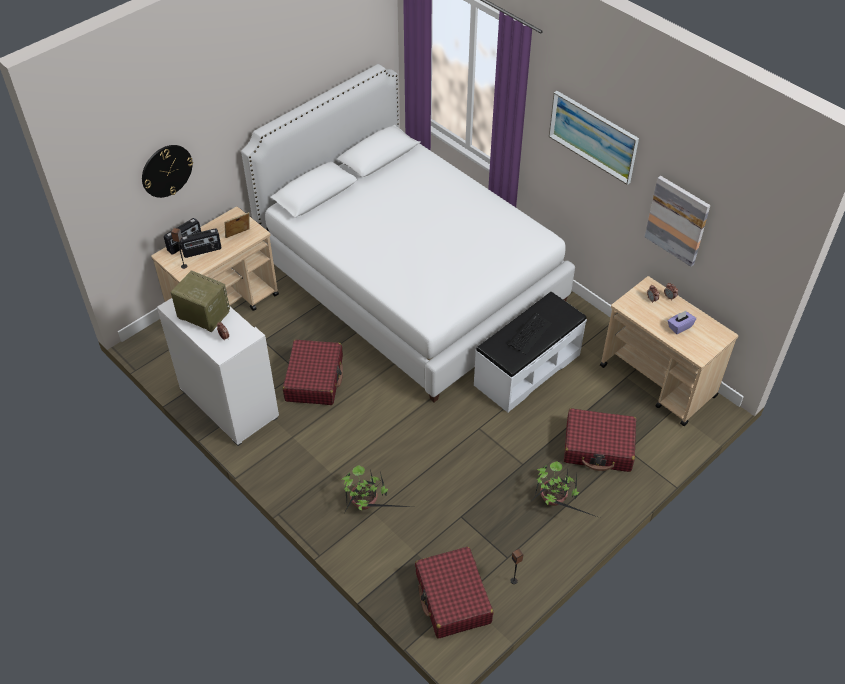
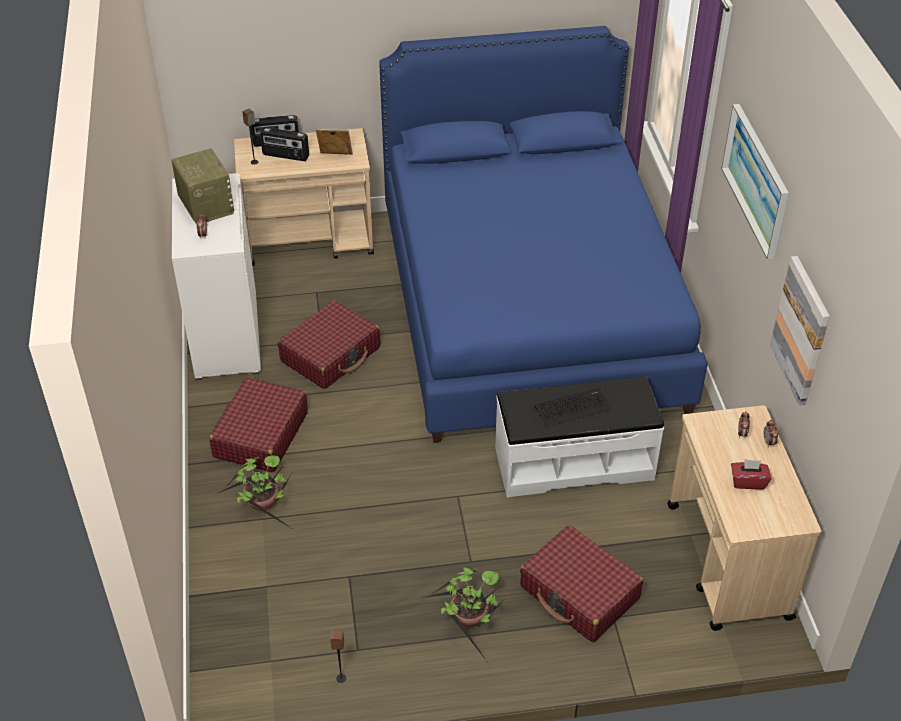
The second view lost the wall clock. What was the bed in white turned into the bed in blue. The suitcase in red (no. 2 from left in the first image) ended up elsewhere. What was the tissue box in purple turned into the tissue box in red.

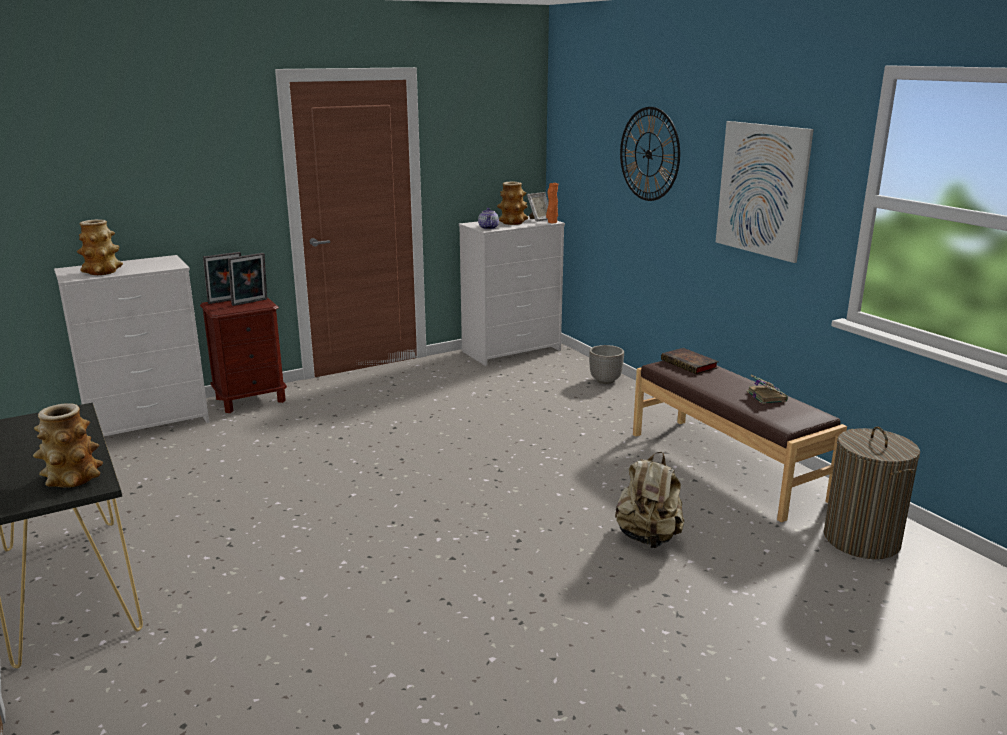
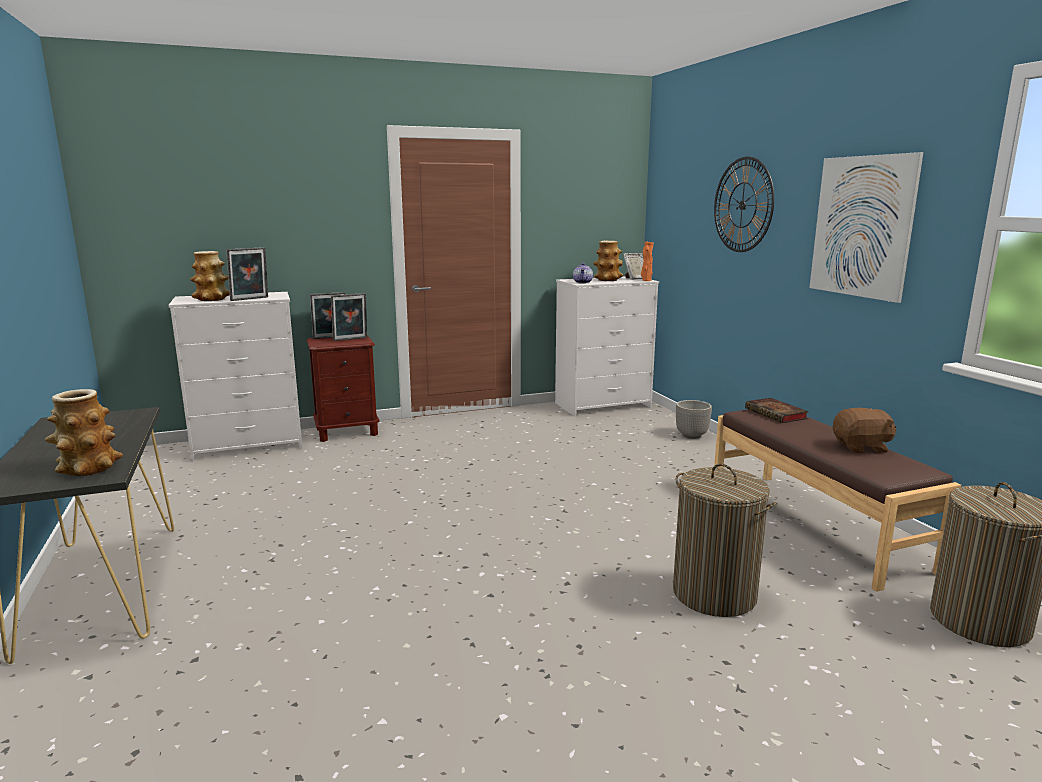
Where the backpack in beige stood, the laundry basket (no. 1 from left) came to stand. Where the book (no. 2 from left) stood, the plush toy in brown came to stand. The second view gained the picture frame (no. 1 from left).

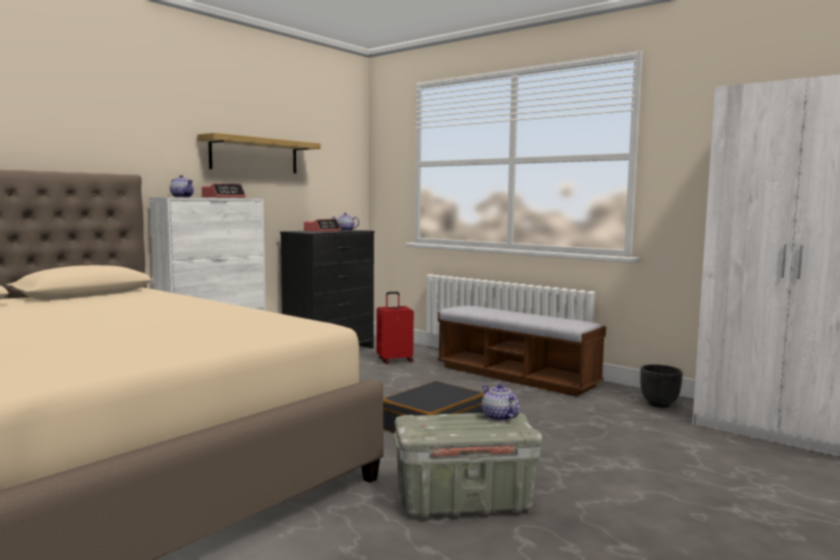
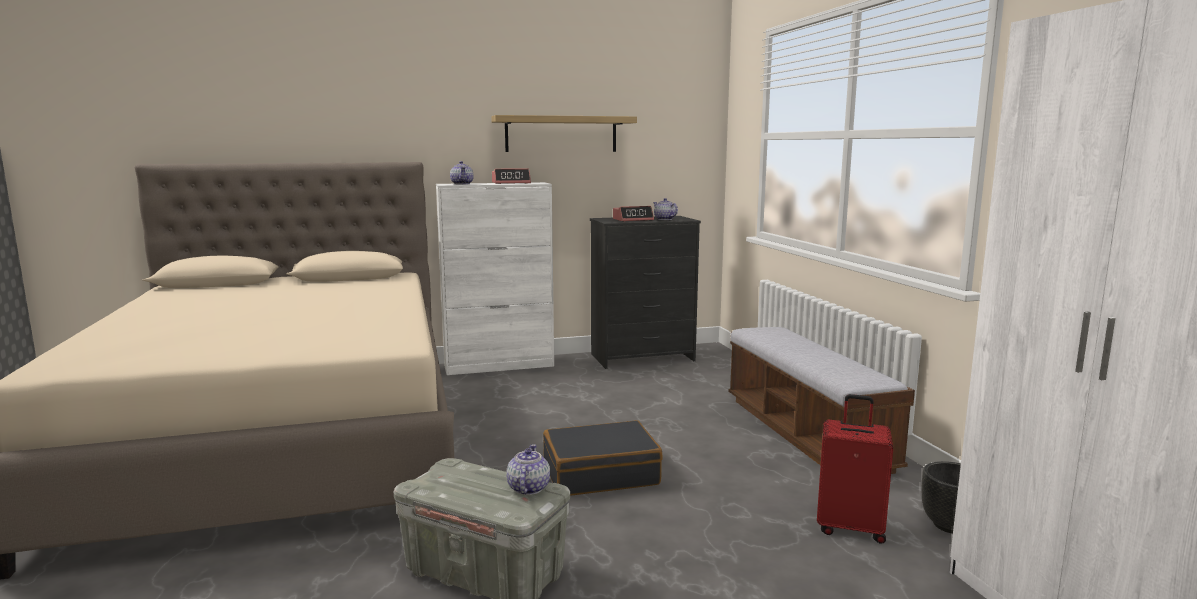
The suitcase in red ended up elsewhere.

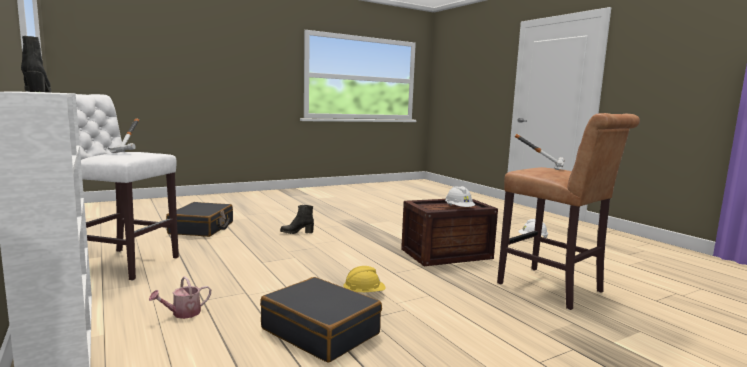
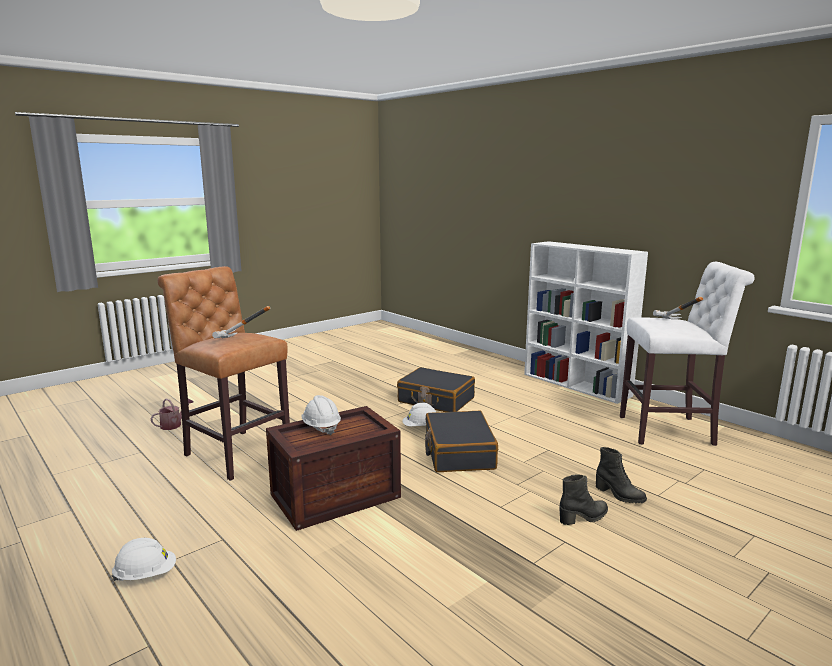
The boot in black (no. 1 from left in the first image) ended up elsewhere. The watering can ended up elsewhere. The suitcase in black (no. 1 from left in the first image) ended up elsewhere. What was the hard hat in yellow turned into the hard hat in white (no. 3 from left).

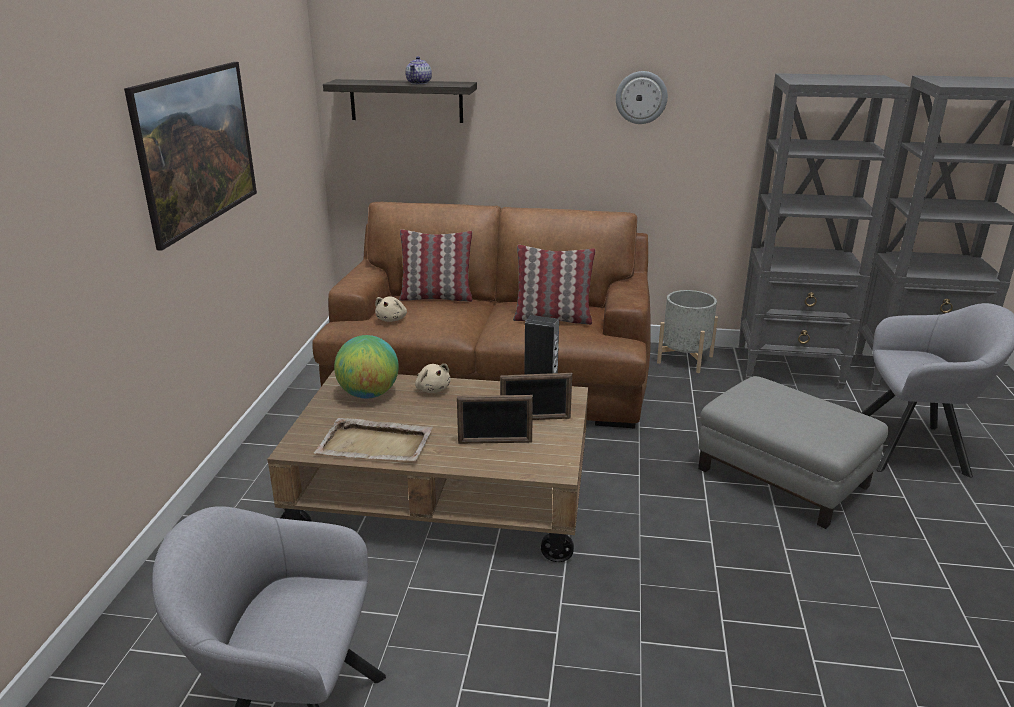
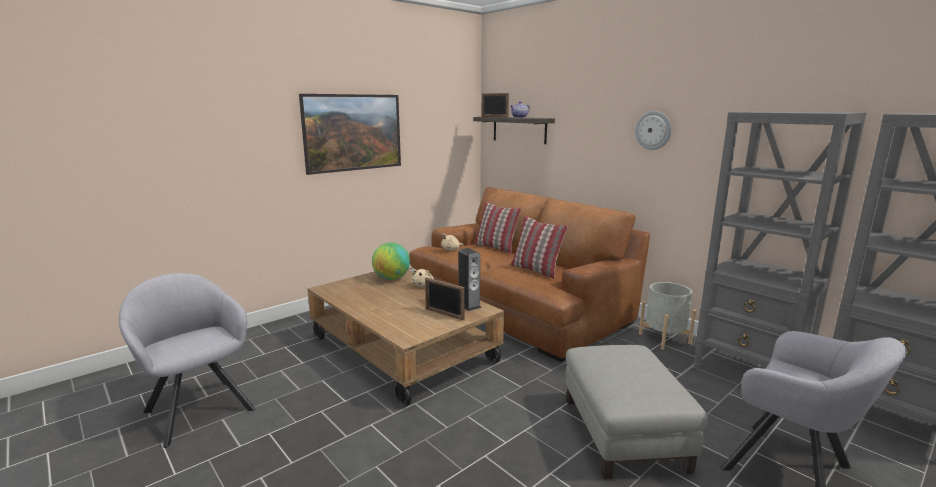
The second view lost the tray in beige. The picture frame (no. 1 from left in the first image) ended up elsewhere.

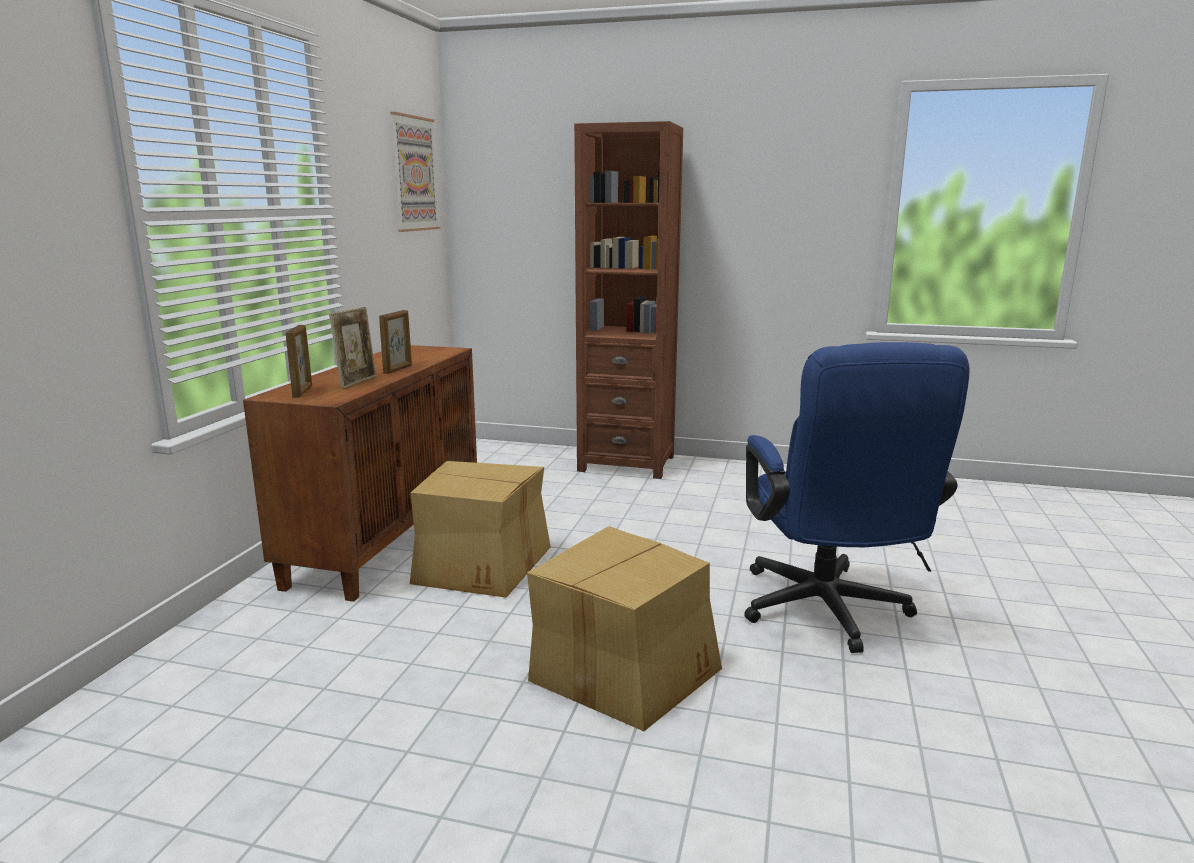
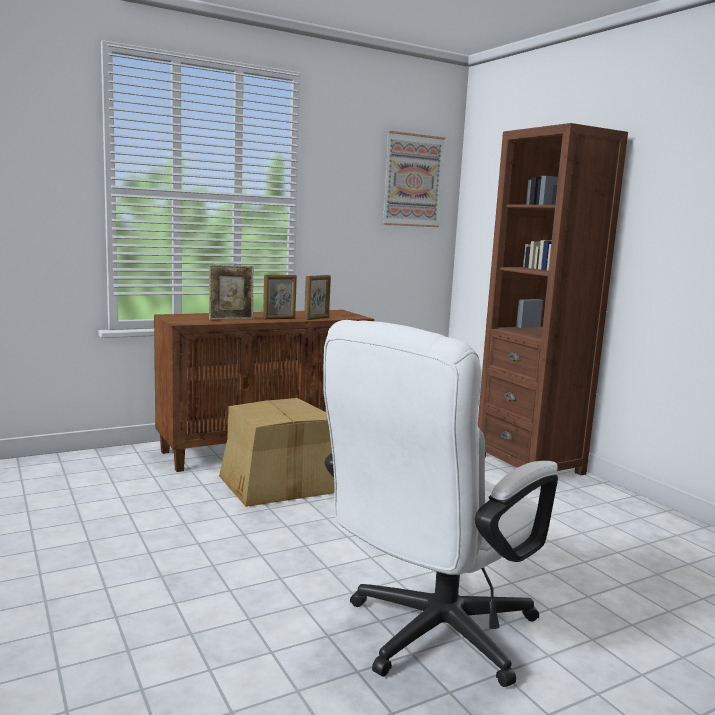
The picture frame (no. 1 from left in the first image) ended up elsewhere. The second view lost the cardboard box (no. 2 from left). What was the office chair in blue turned into the office chair in white.

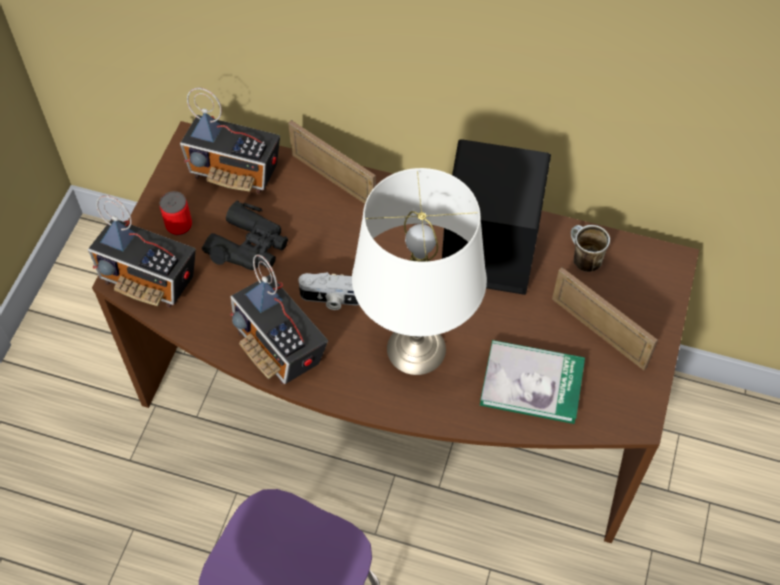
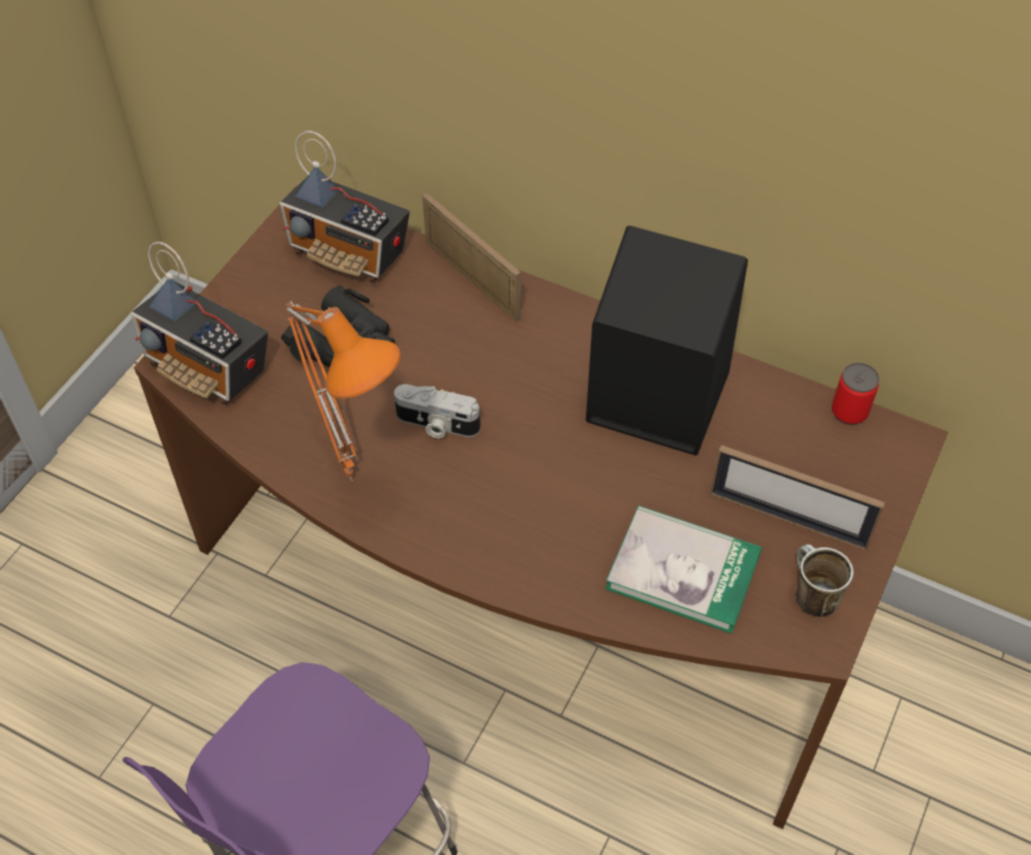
The can ended up elsewhere. Where the radio (no. 3 from left) stood, the table lamp in orange came to stand. The second view lost the table lamp in white. The picture frame (no. 2 from left) ended up facing another way, 150 degrees clockwise from before. The mug ended up elsewhere.

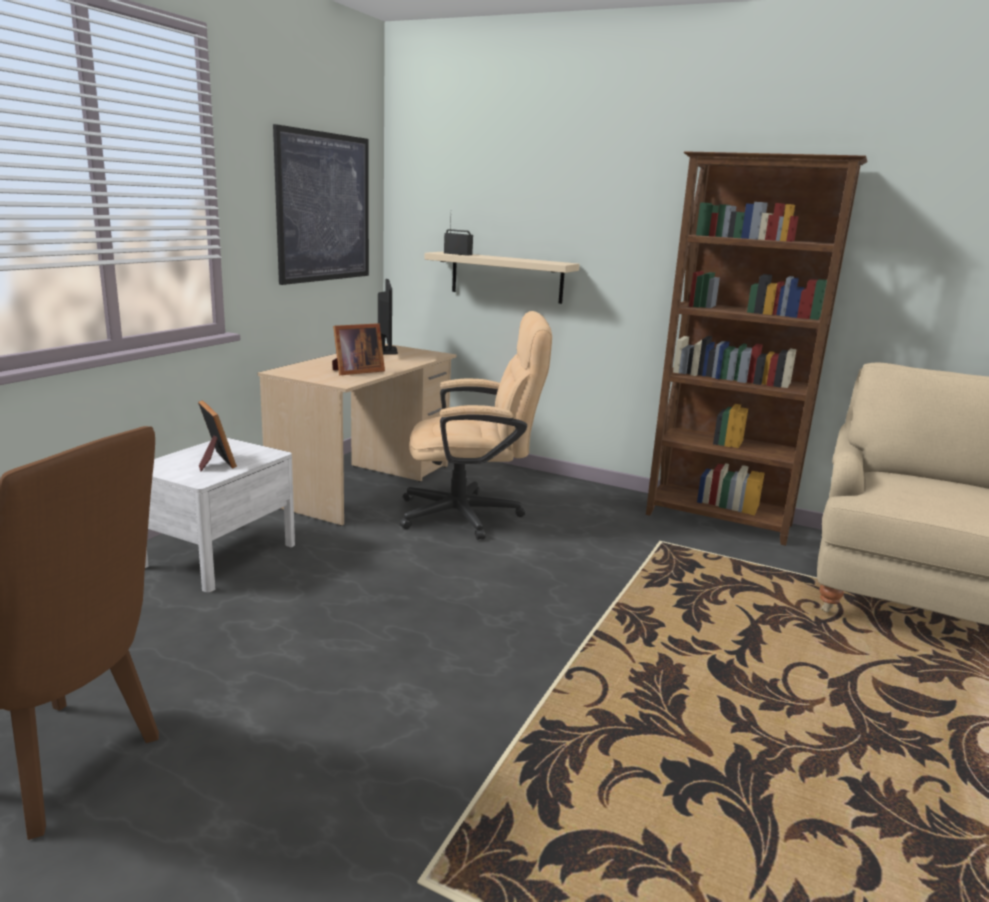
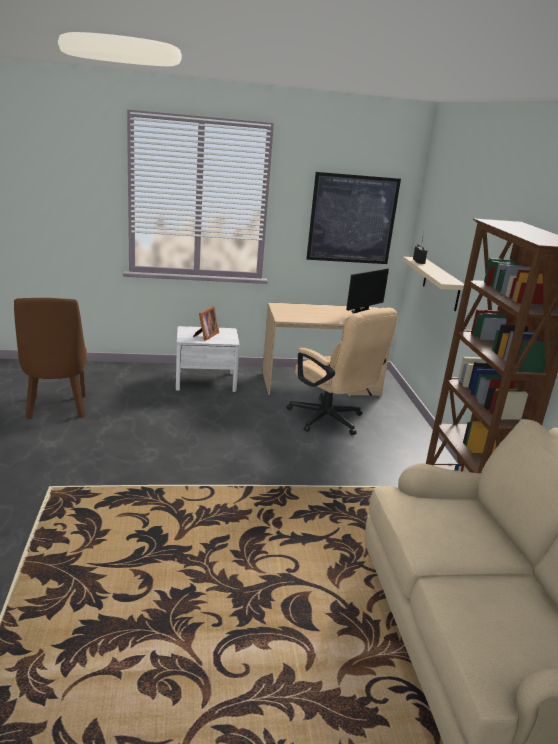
The second view lost the picture frame (no. 2 from left).

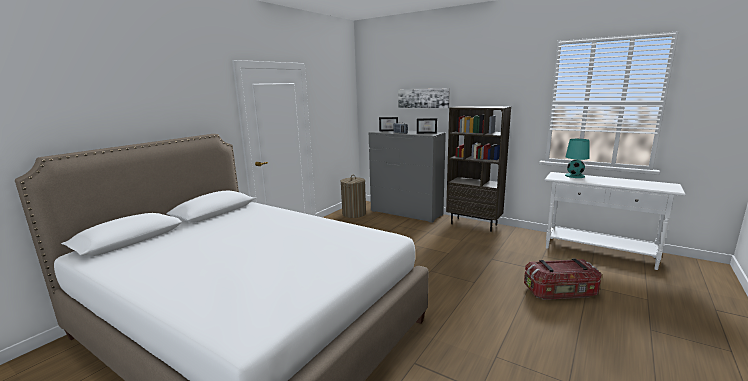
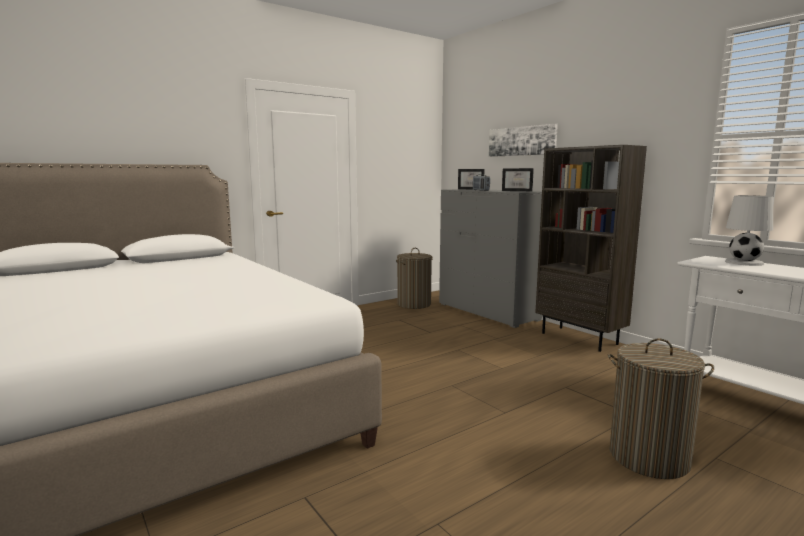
Where the storage box stood, the laundry basket (no. 2 from left) came to stand. What was the table lamp in turquoise turned into the table lamp in white.

